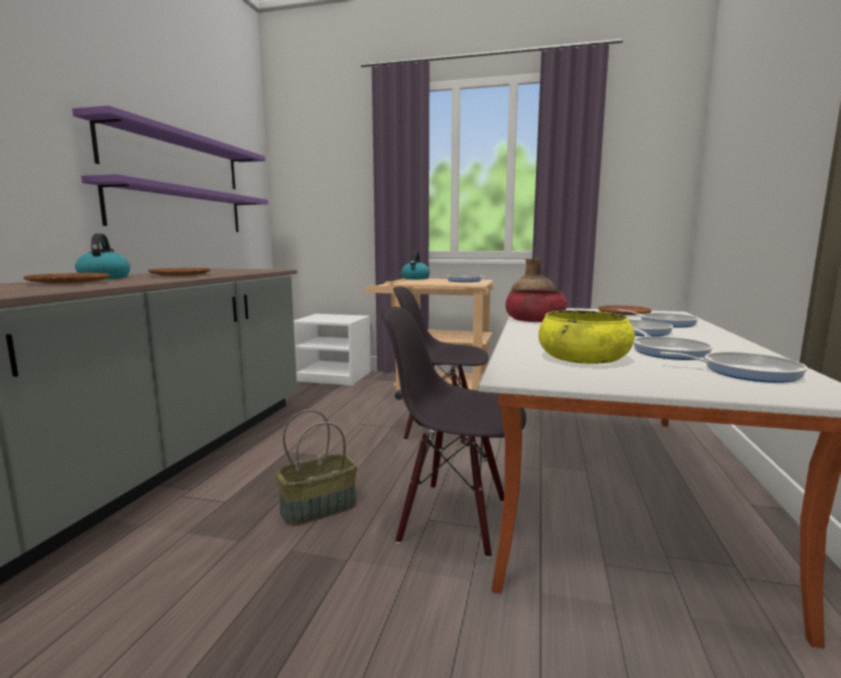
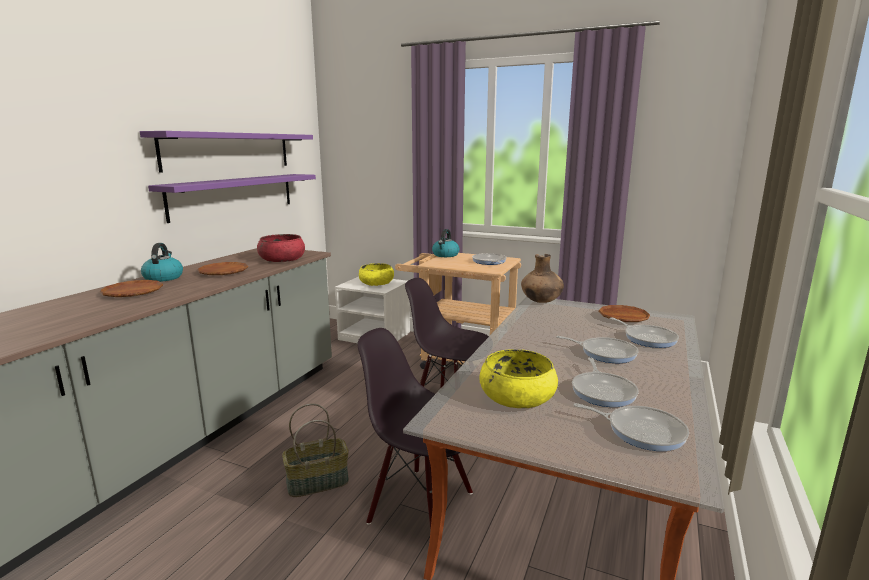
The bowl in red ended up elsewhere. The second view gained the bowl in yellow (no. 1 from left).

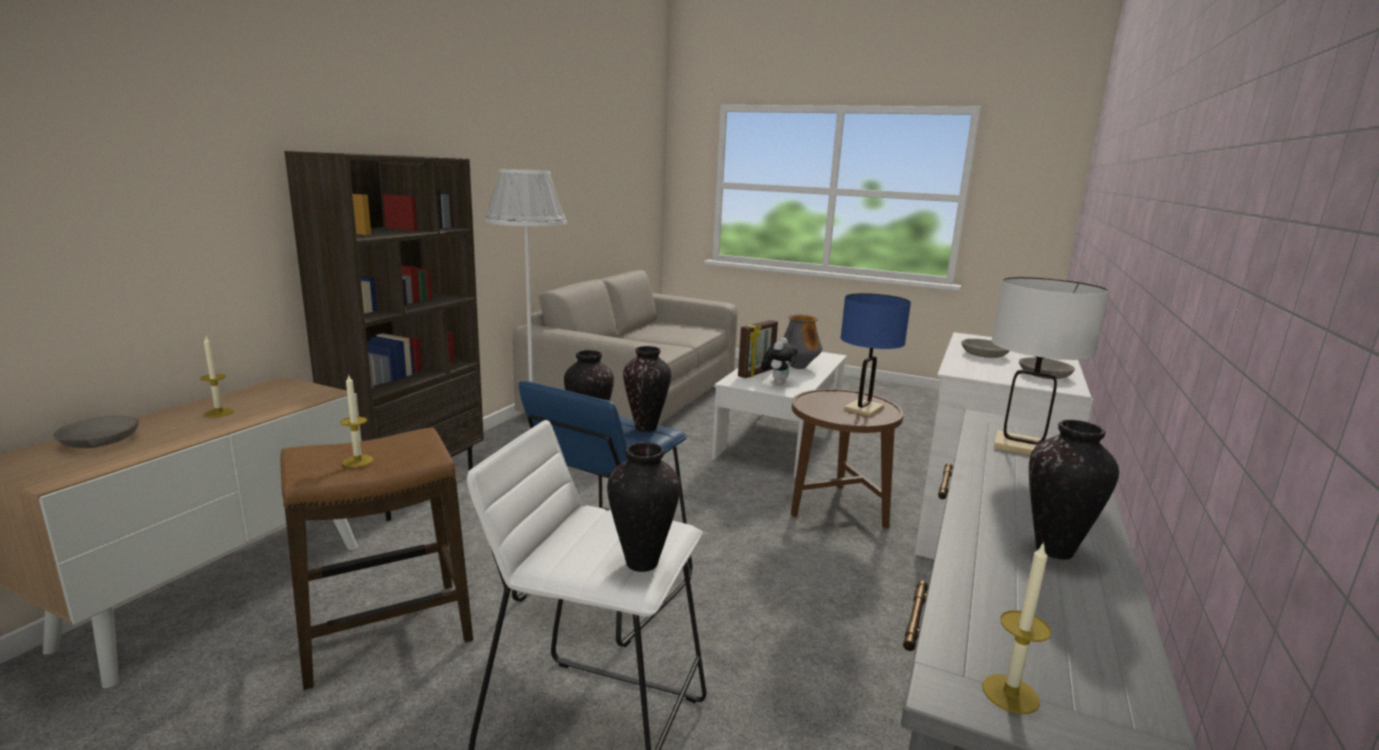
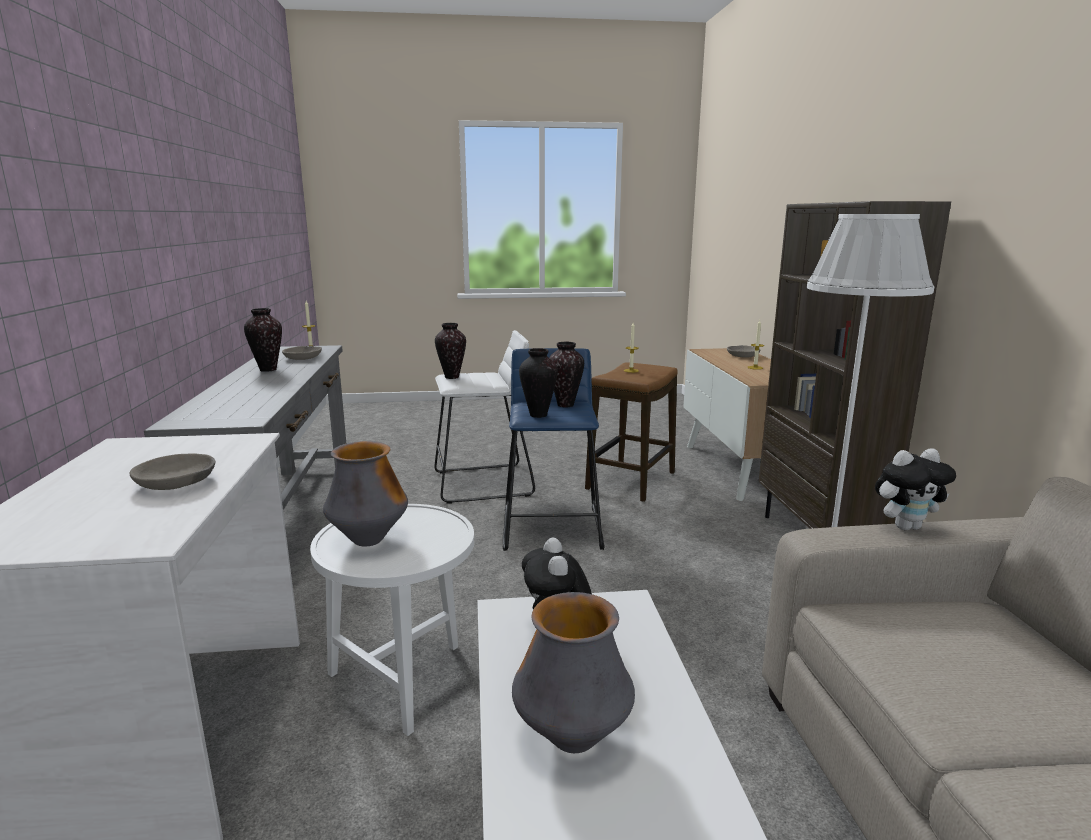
The second view lost the picture frame. What was the side table in brown turned into the side table in white. Where the table lamp in blue stood, the vase (no. 2 from left) came to stand. The second view lost the table lamp in white. The bowl in grey (no. 3 from left in the first image) ended up elsewhere. The second view gained the plush toy (no. 2 from left).

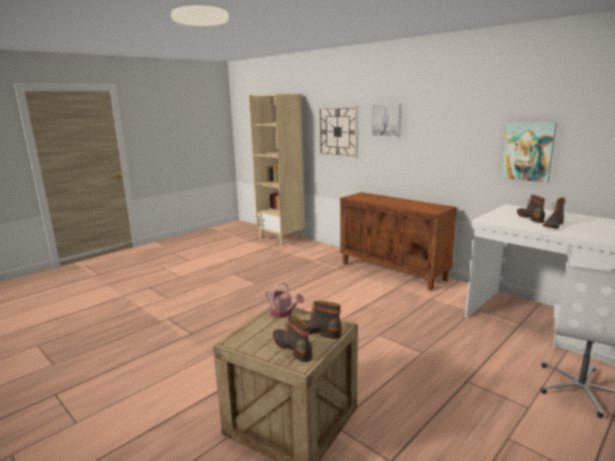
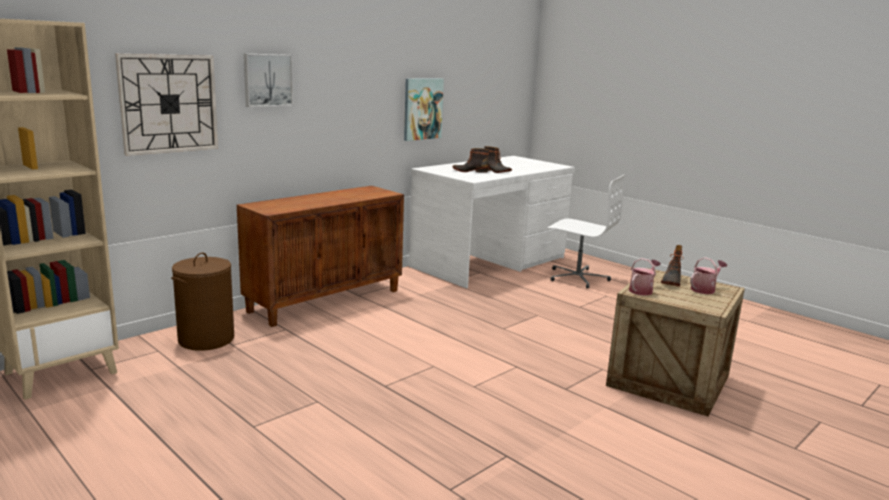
Where the boot (no. 1 from left) stood, the watering can (no. 2 from left) came to stand. The second view gained the laundry basket in brown.

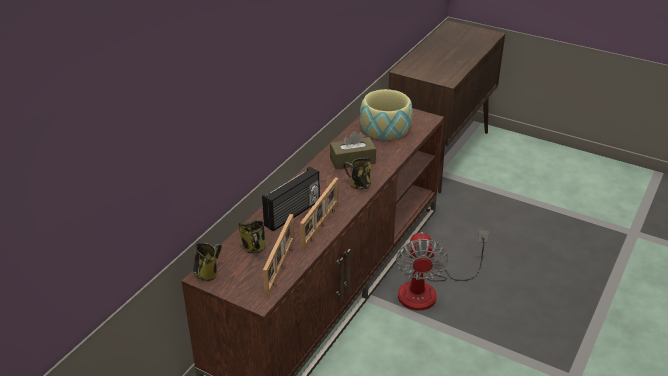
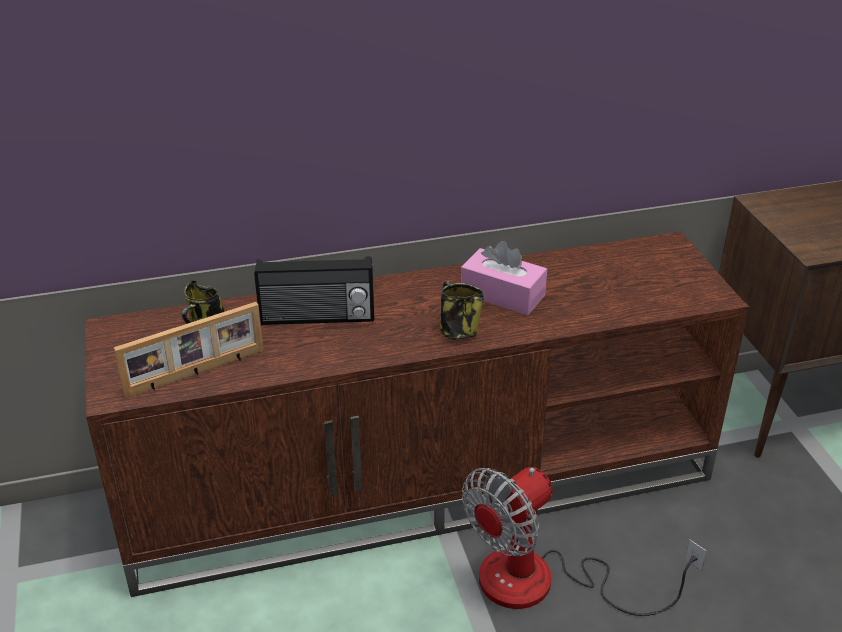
The second view lost the mug (no. 1 from left). The second view lost the picture frame (no. 2 from left). What was the tissue box in brown turned into the tissue box in pink. The second view lost the bowl.

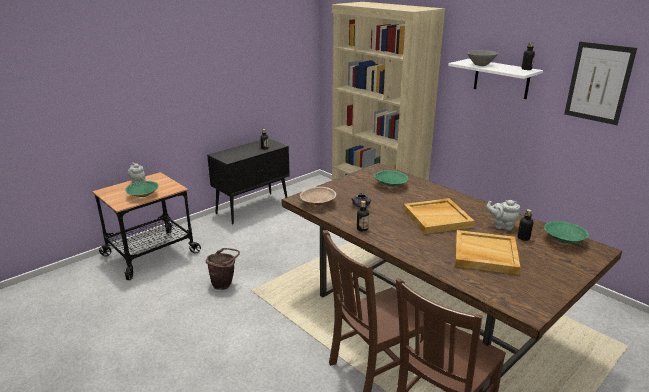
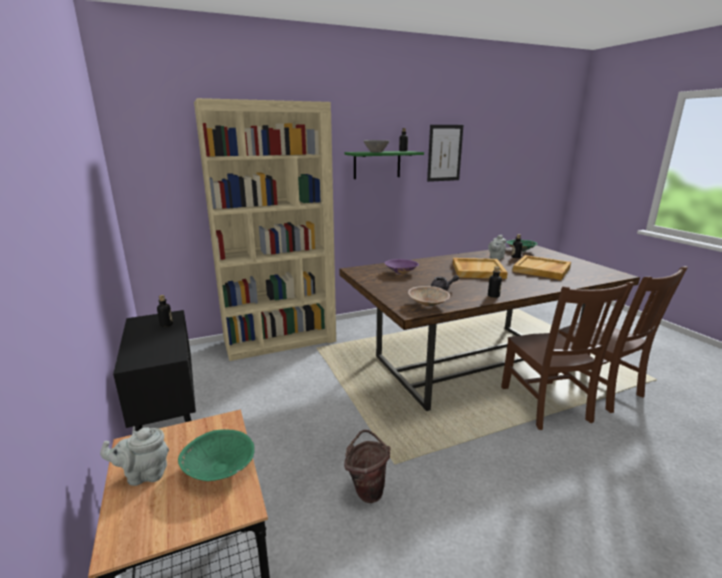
What was the bowl in green (no. 2 from left) turned into the bowl in purple. What was the shelf in white turned into the shelf in green.

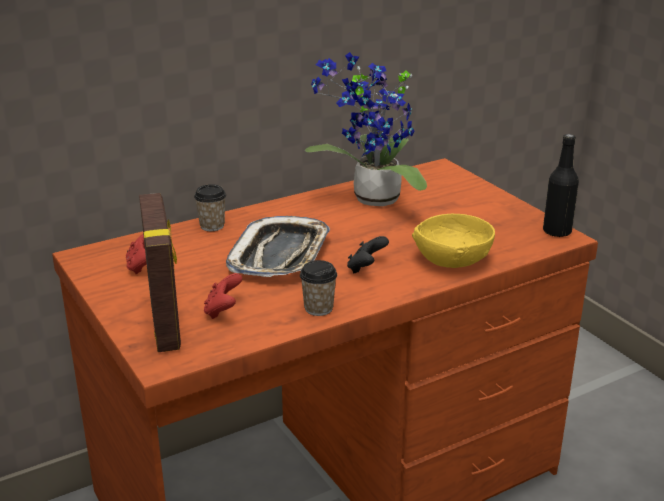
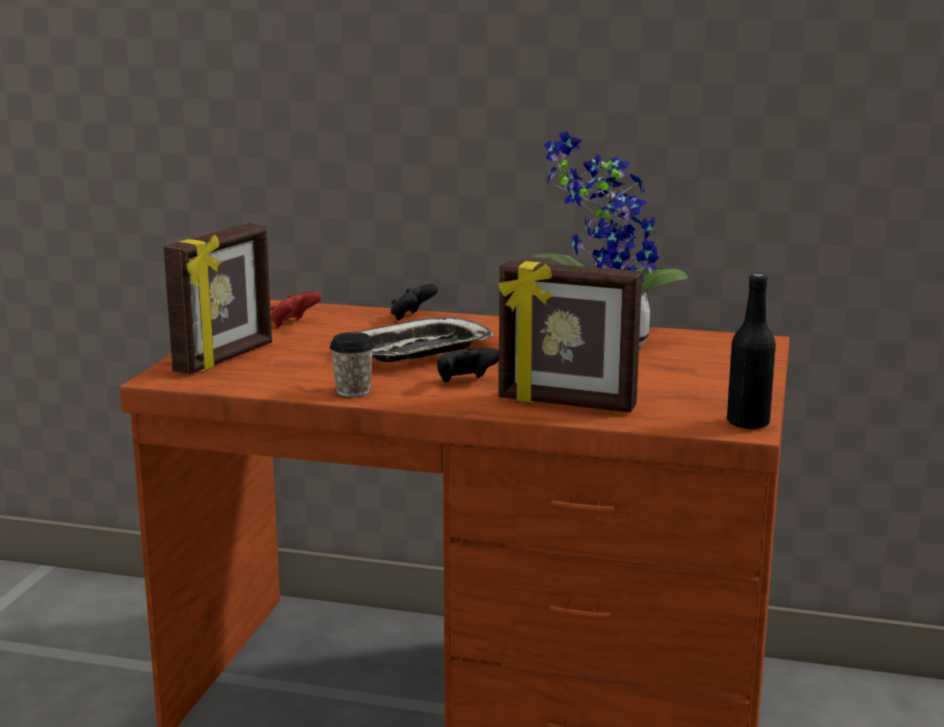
Where the cup (no. 1 from left) stood, the game controller in black (no. 1 from left) came to stand. The second view lost the game controller in red (no. 2 from left). Where the bowl in yellow stood, the picture frame (no. 2 from left) came to stand.

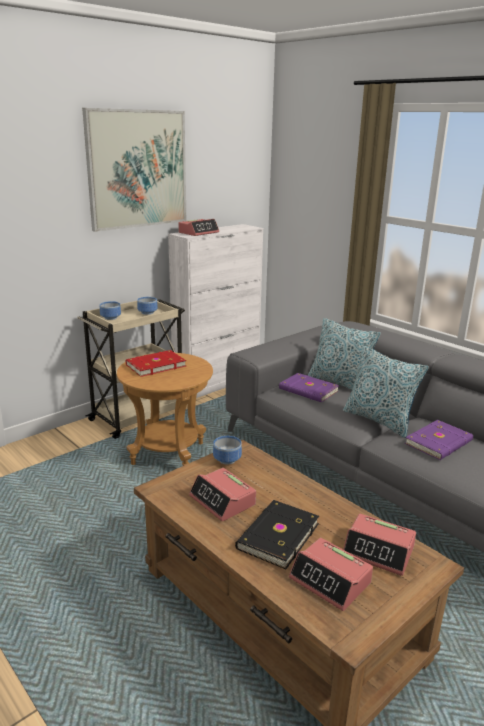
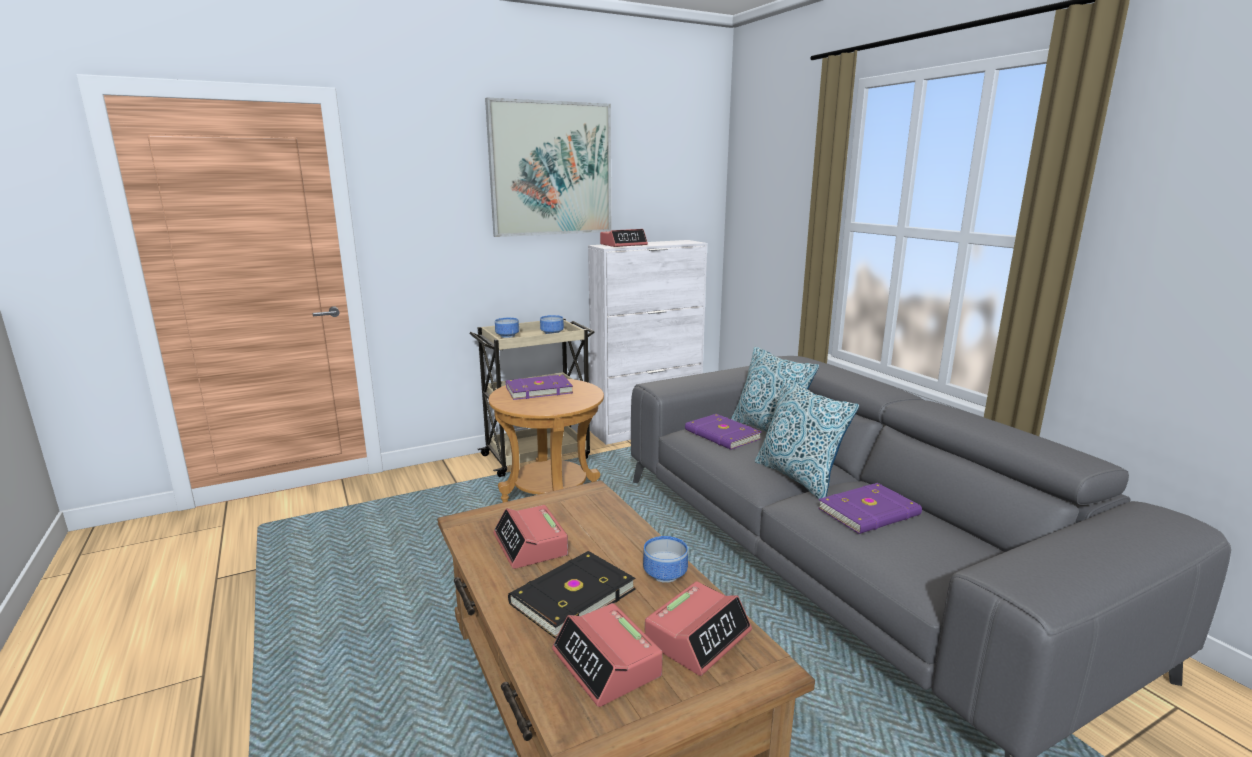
What was the book in red turned into the book in purple (no. 1 from left). The bowl (no. 3 from left) ended up elsewhere. The alarm clock (no. 4 from left) ended up facing another way, 90 degrees counterclockwise from before.

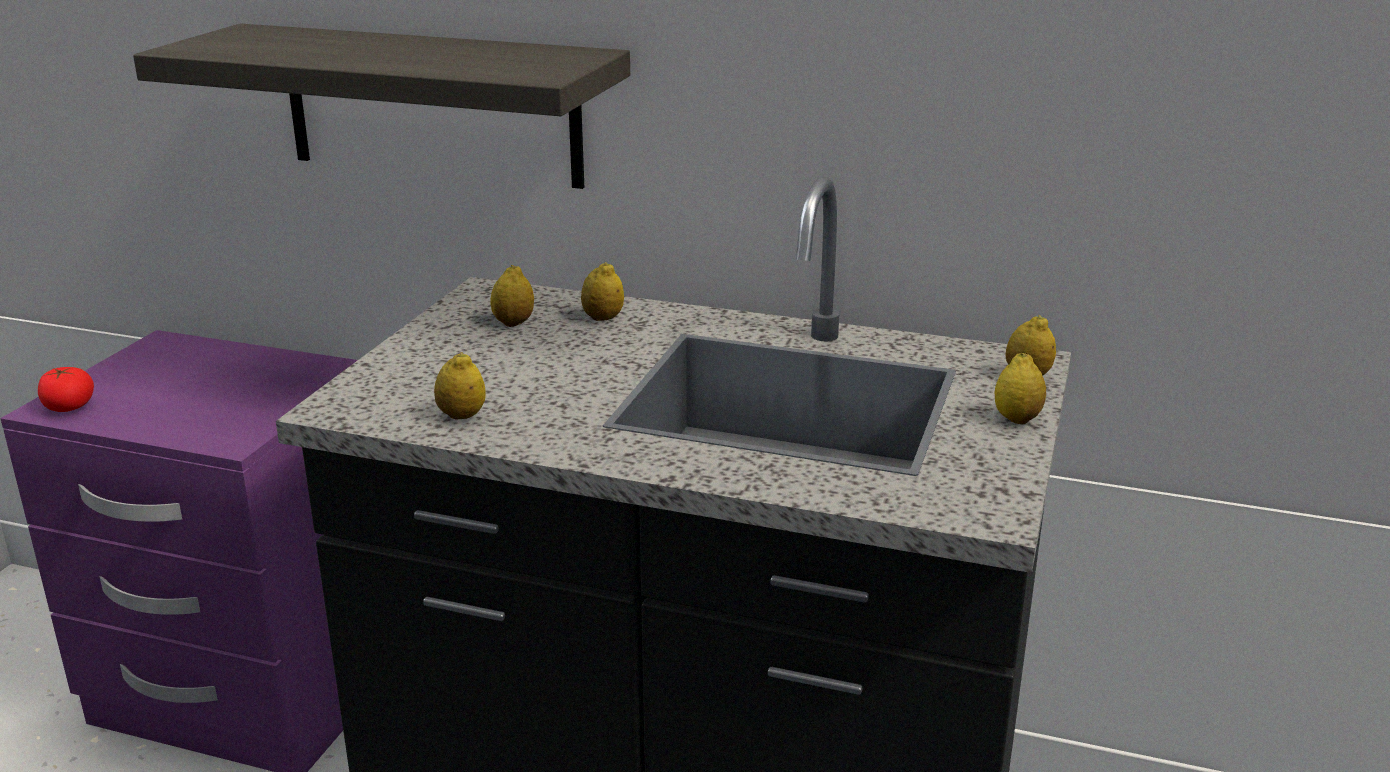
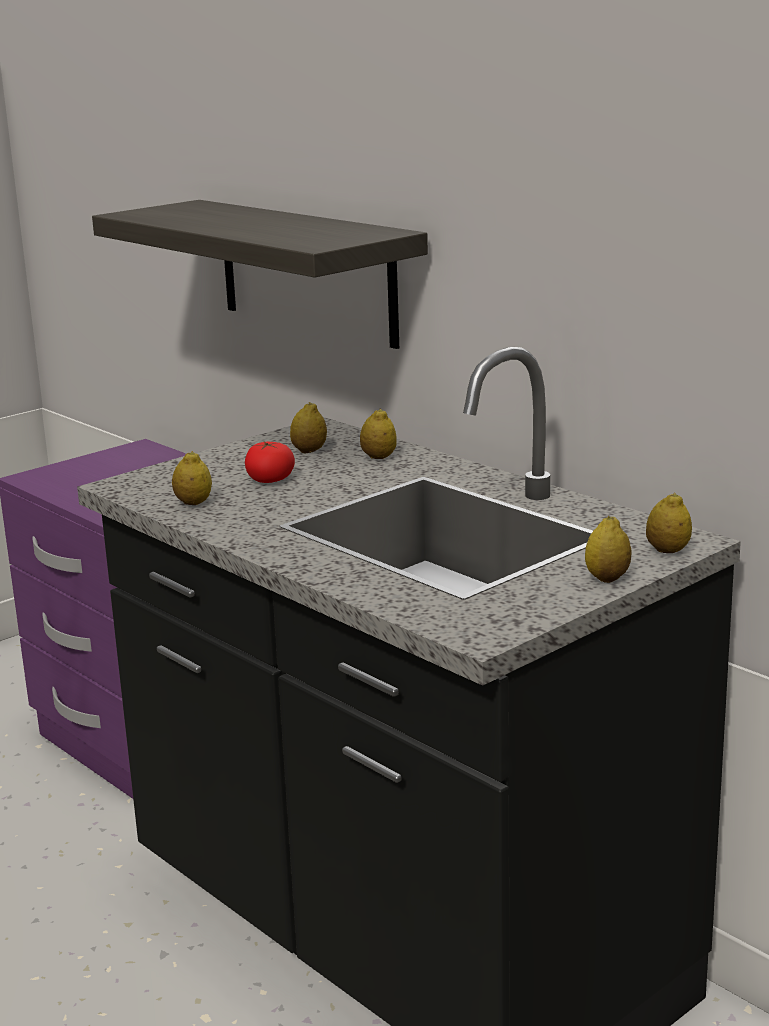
The tomato ended up elsewhere.

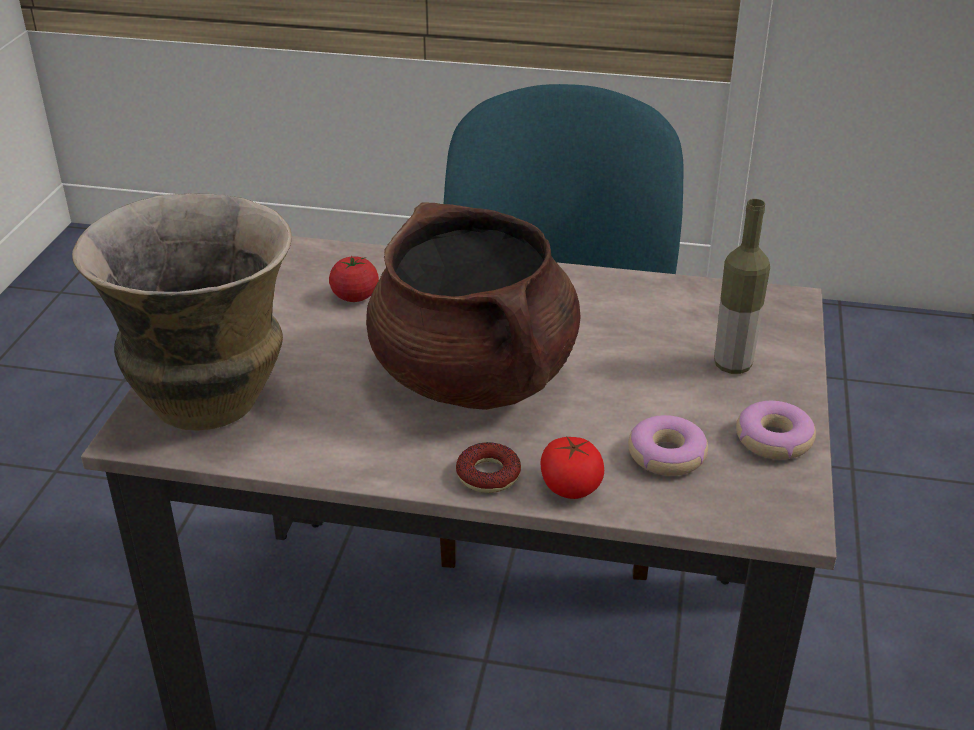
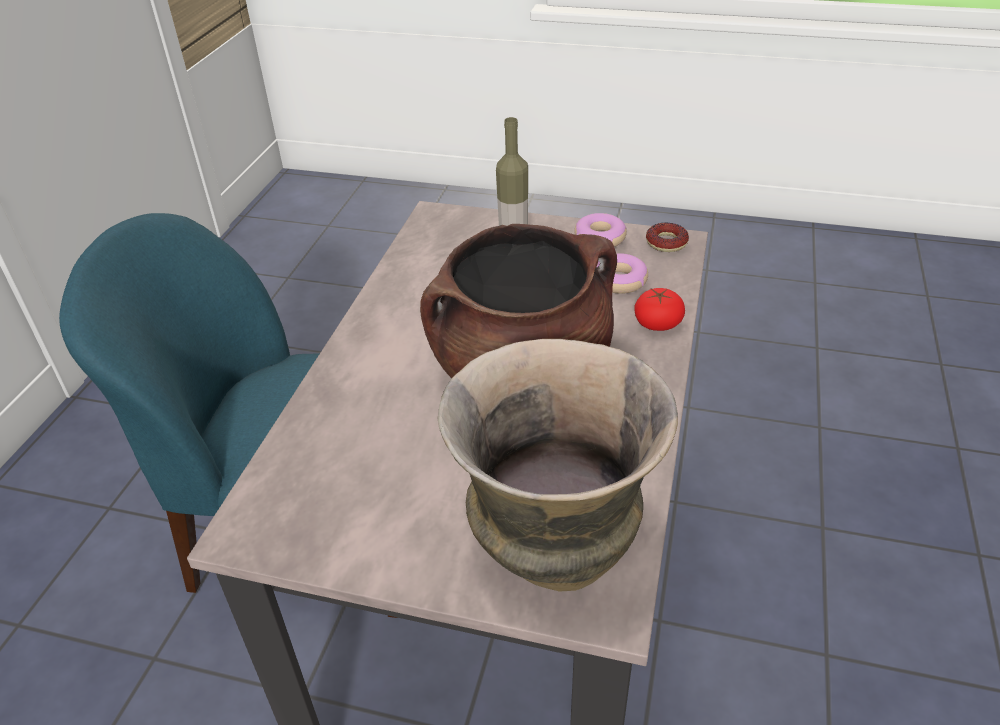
The second view lost the tomato (no. 1 from left). The donut (no. 1 from left in the first image) ended up elsewhere.

